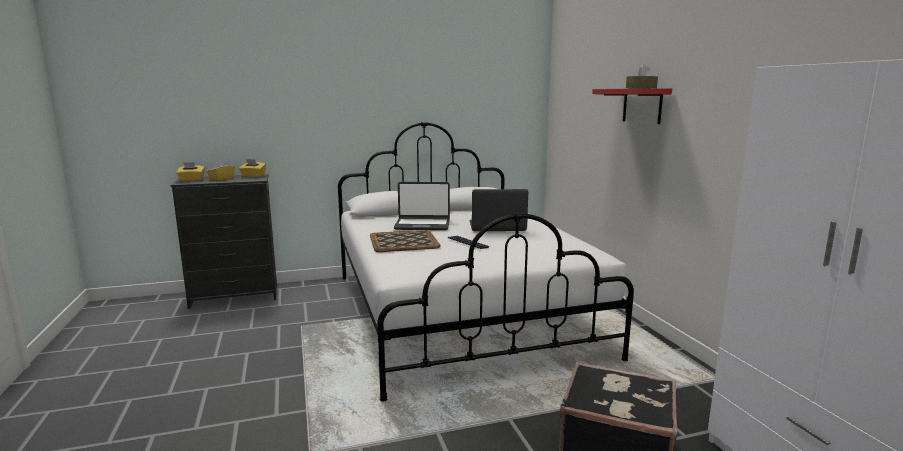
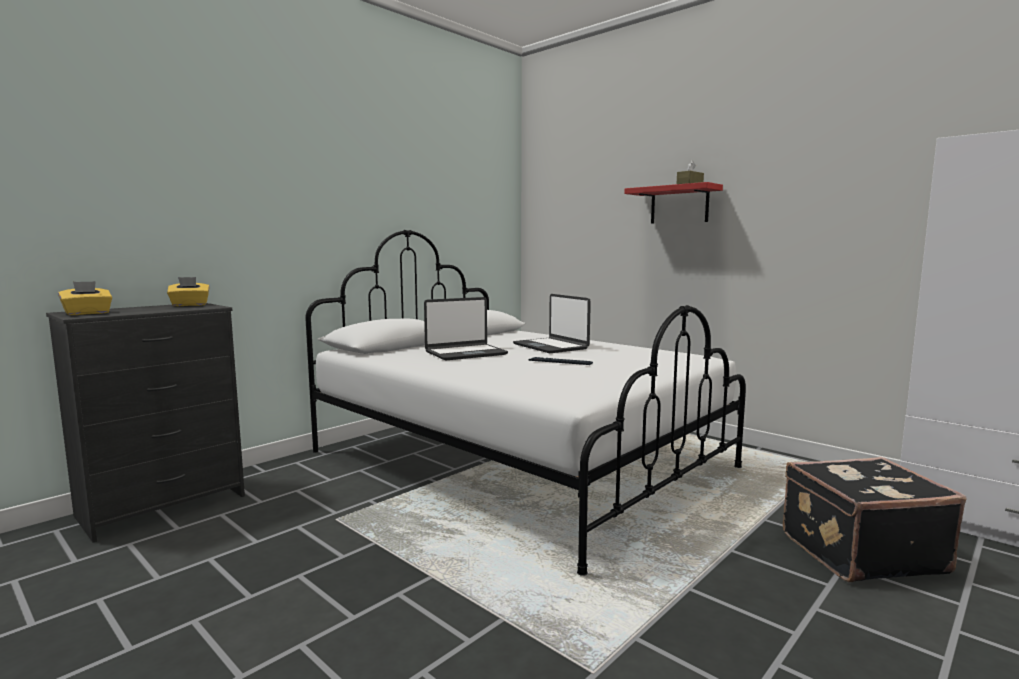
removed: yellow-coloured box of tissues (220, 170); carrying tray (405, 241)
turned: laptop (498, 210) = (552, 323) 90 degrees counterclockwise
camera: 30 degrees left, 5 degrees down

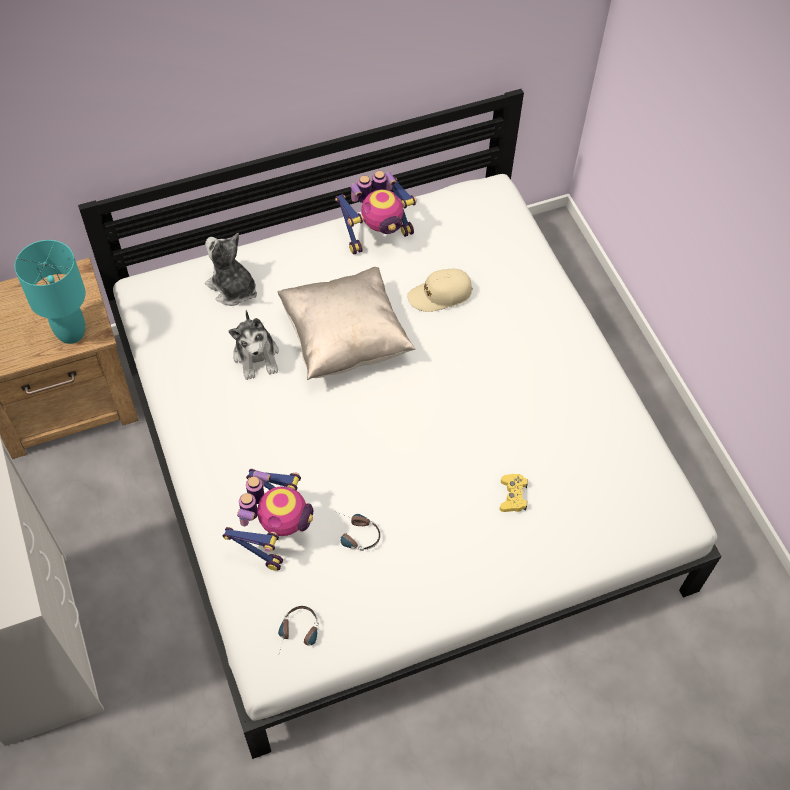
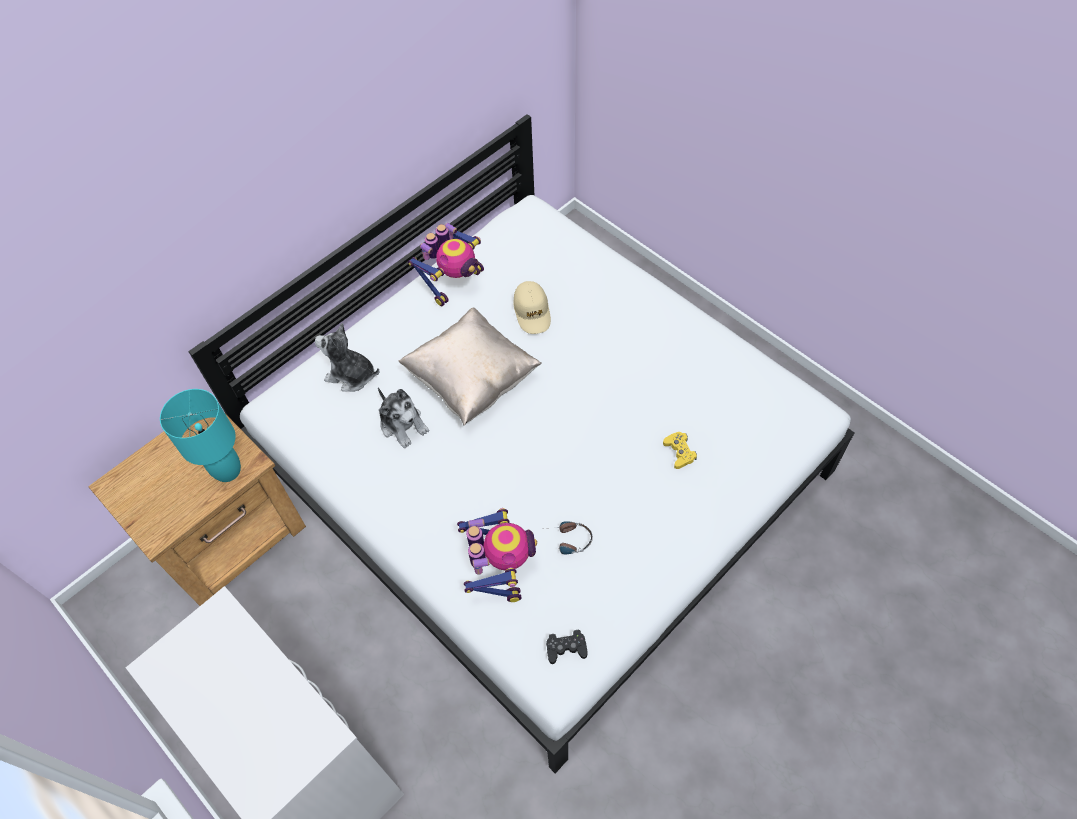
replaced: headset (298, 631) to blackish gamepad (567, 646)
turned: beige baseball cap (440, 290) = (532, 307) 60 degrees counterclockwise
camera: 20 degrees left, 0 degrees up

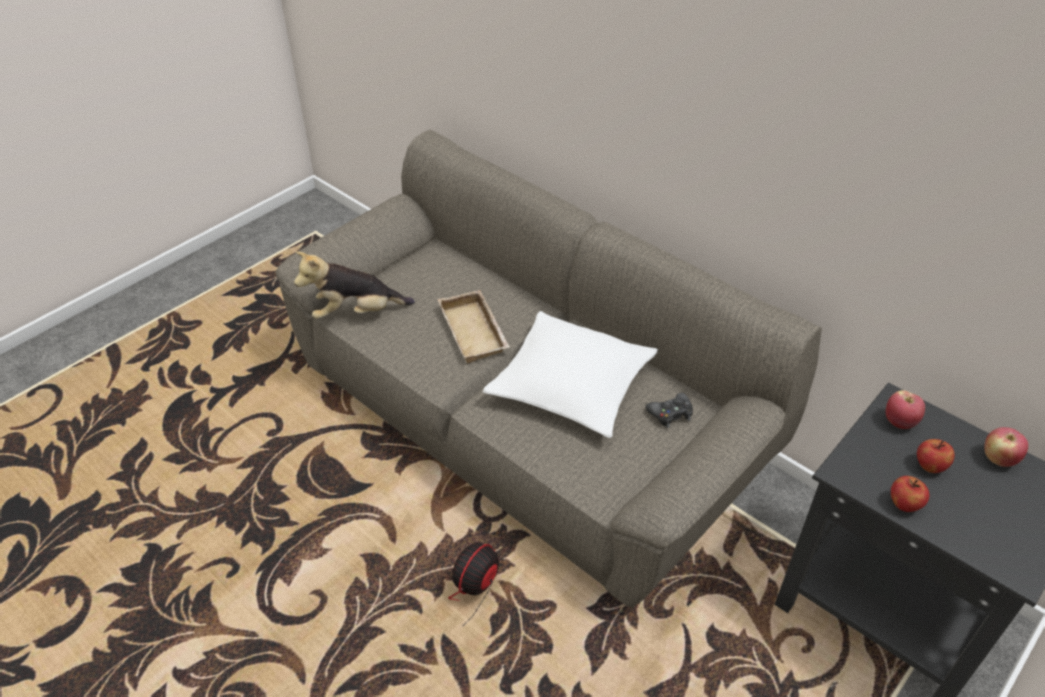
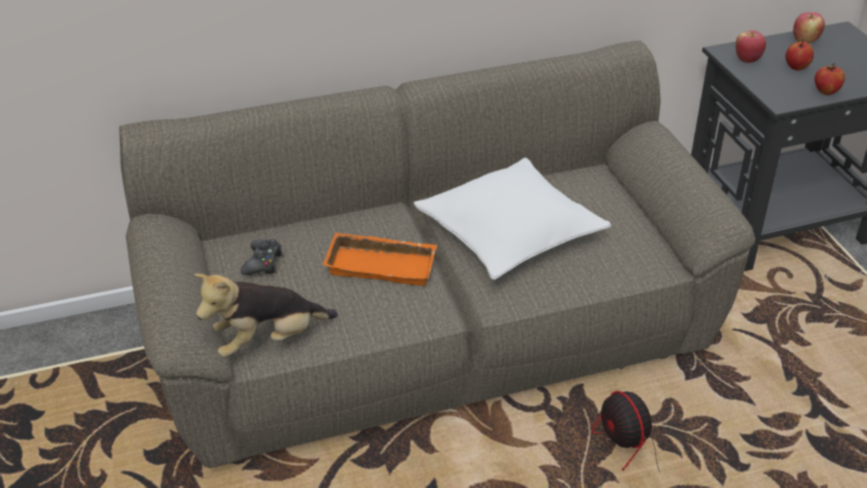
moved: blackish gamepad (669, 410) to (261, 256)
recoloured: beige carrying tray (474, 326) to orange-coloured carrying tray (380, 259)
turned: soft toy (354, 285) = (266, 315) 45 degrees clockwise
camera: 60 degrees left, 5 degrees down

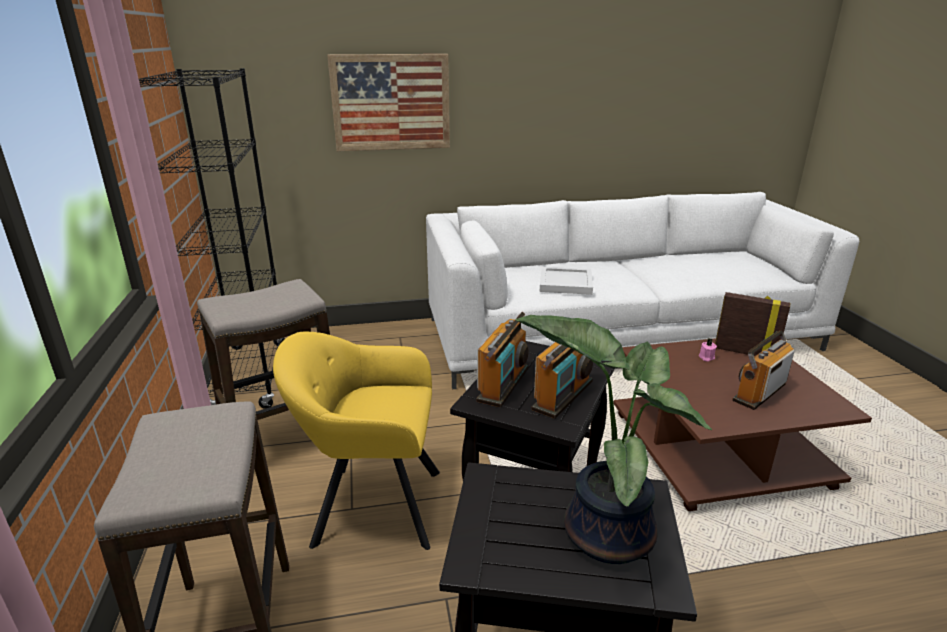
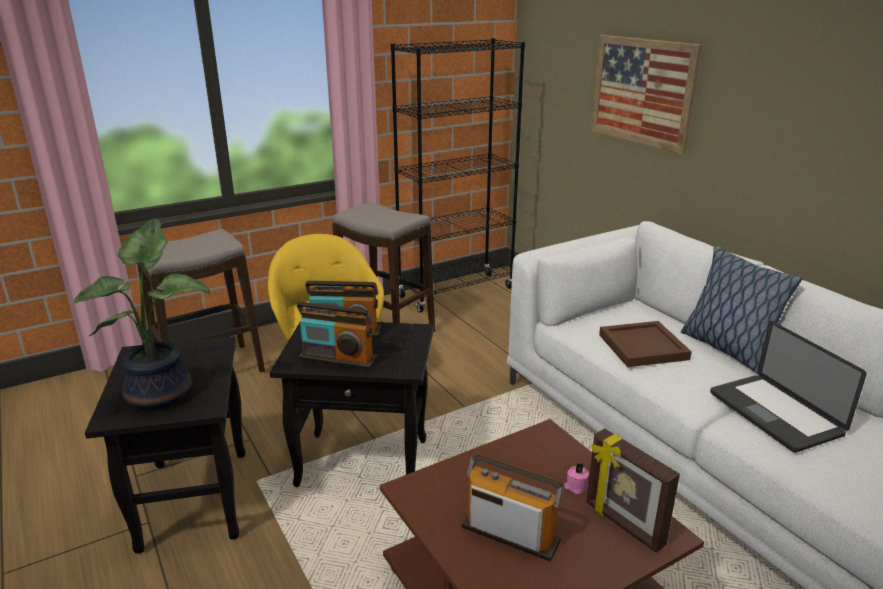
added: pillow (741, 310); laptop (788, 387)
recoloured: white carrying tray (566, 281) to brownish carrying tray (645, 344)
turned: picture frame (752, 324) = (633, 490) 135 degrees clockwise
camera: 70 degrees right, 0 degrees up

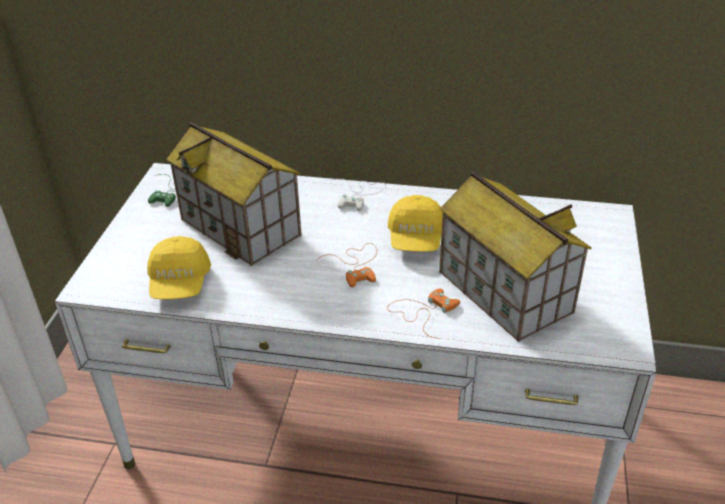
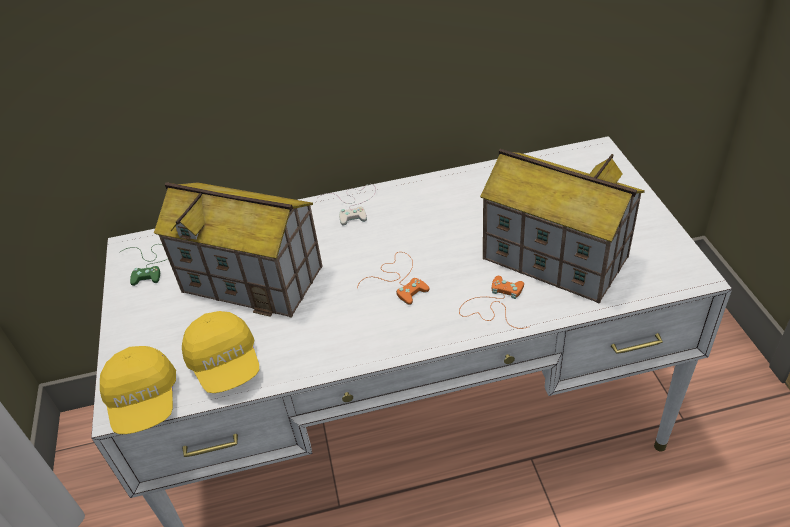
moved: yellow-coloured baseball cap (415, 223) to (138, 390)
camera: 20 degrees left, 5 degrees up

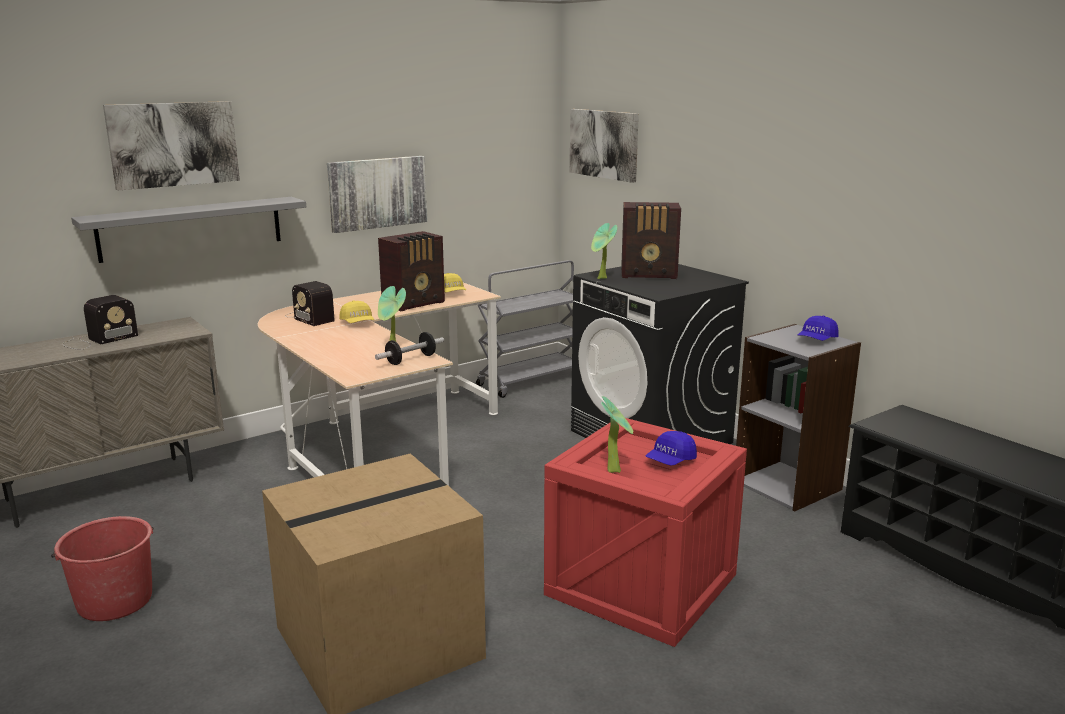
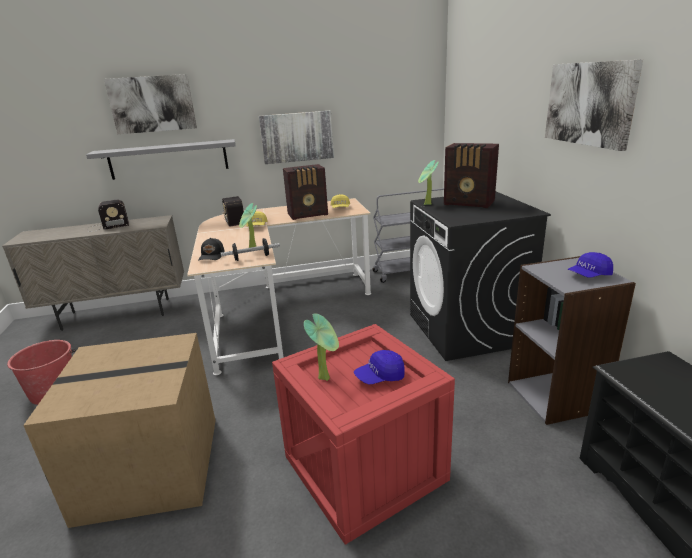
added: blackish baseball cap (211, 249)
moved: picture (604, 146) to (594, 105)
camera: 25 degrees right, 5 degrees up

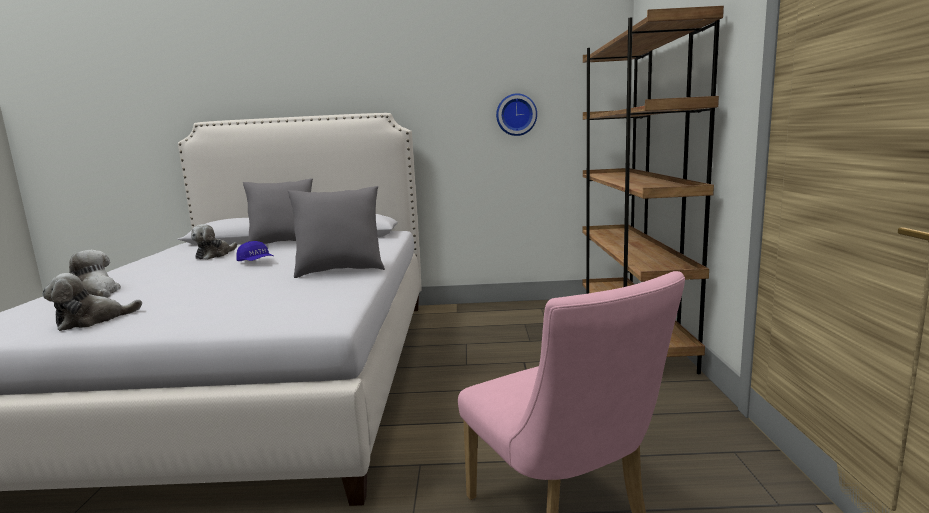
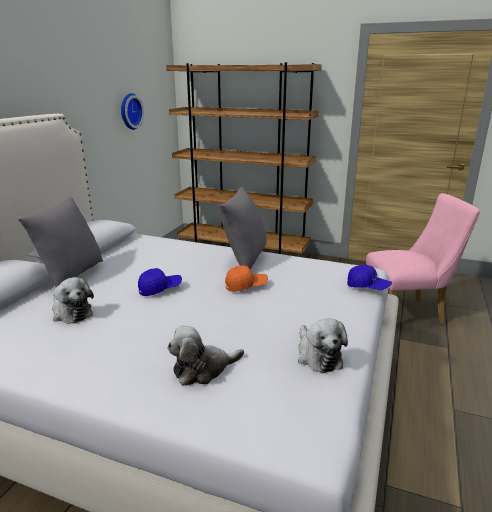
added: orange-coloured baseball cap (246, 278); bluish baseball cap (369, 277)
camera: 70 degrees left, 10 degrees up

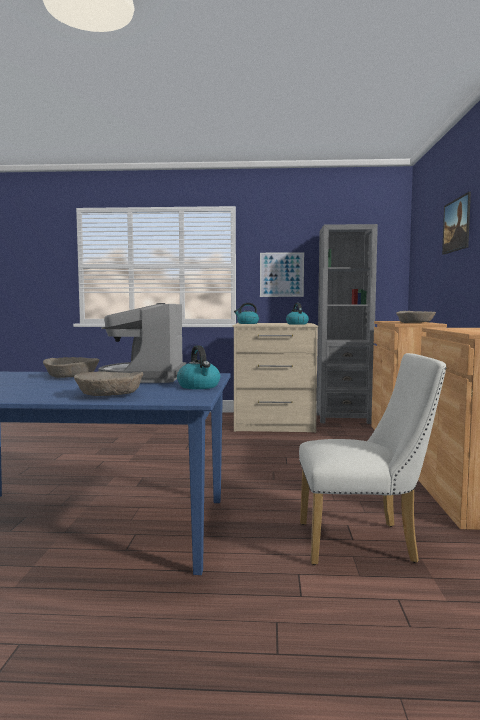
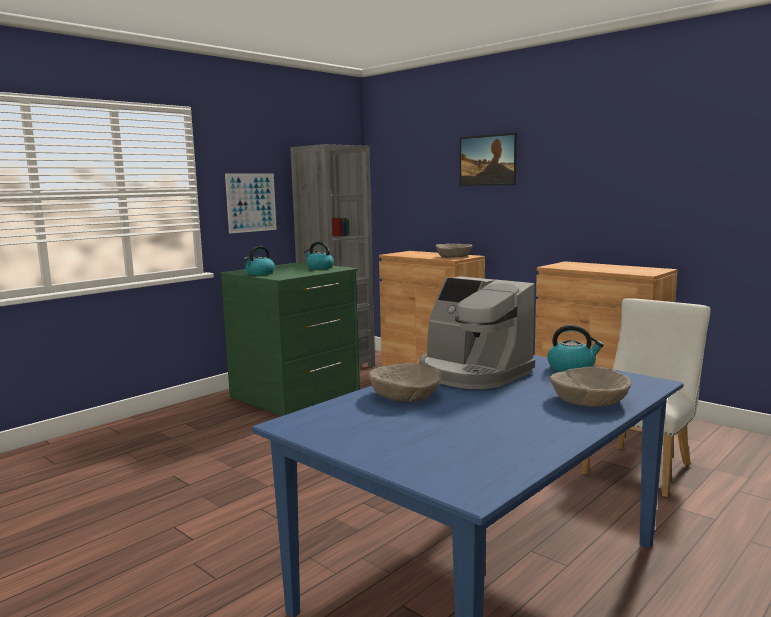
recoloured: beige drawer chest (275, 378) to greenish drawer chest (290, 339)
camera: 50 degrees left, 5 degrees up

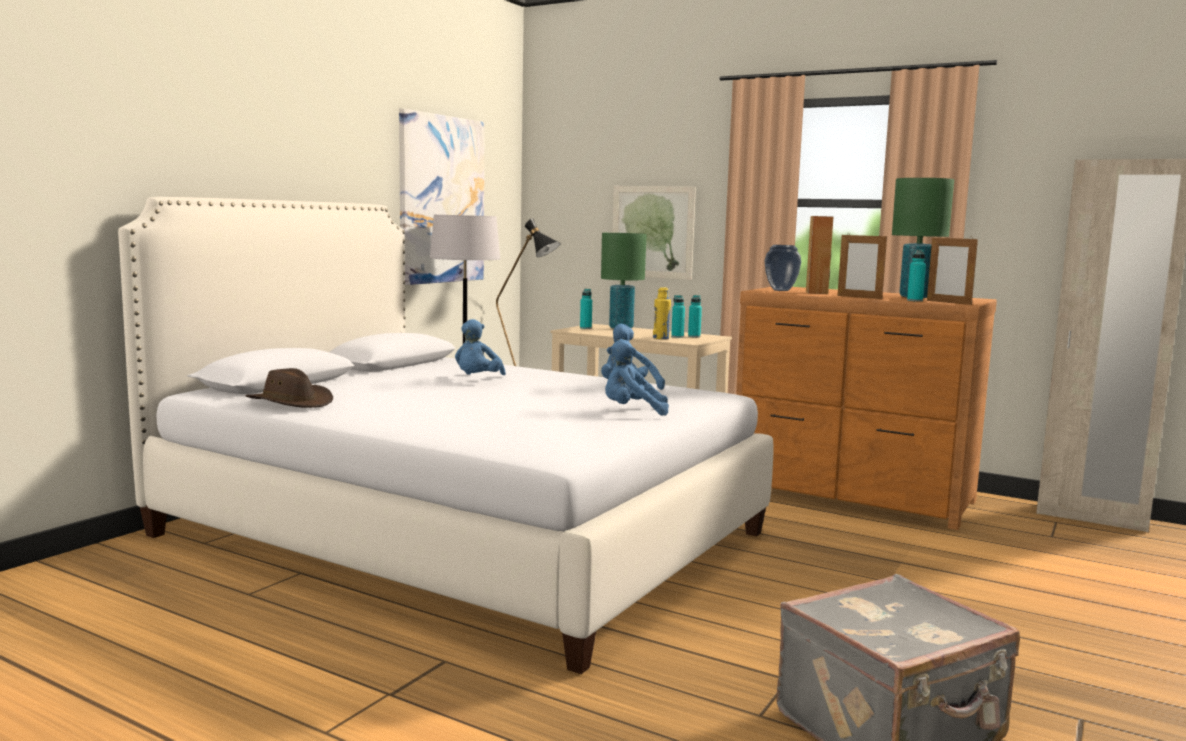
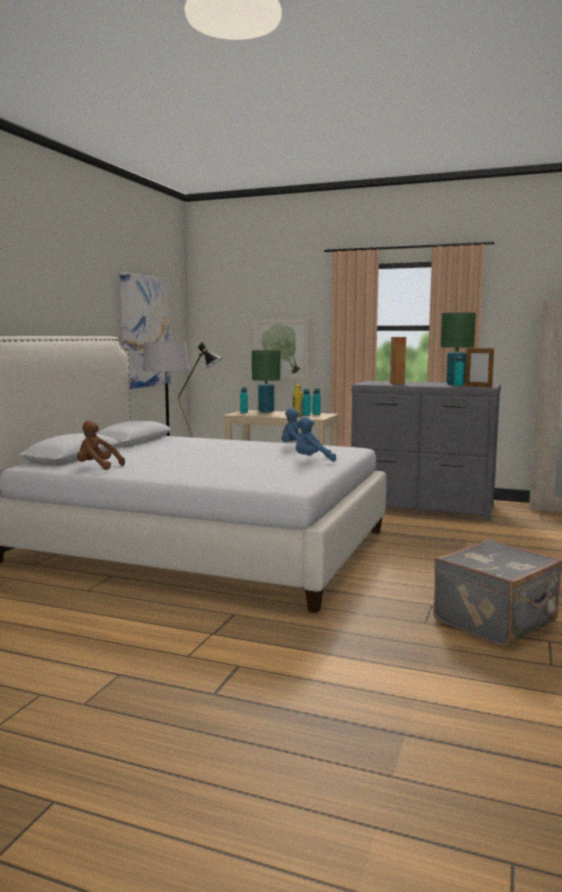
removed: bluish soft toy (480, 347); flower vase (783, 268); picture frame (862, 266)
replaced: brownish hat (289, 388) to brownish soft toy (101, 445)
recoloured: brownish drawer chest (866, 408) to greyish drawer chest (426, 451)
camera: 10 degrees left, 0 degrees up

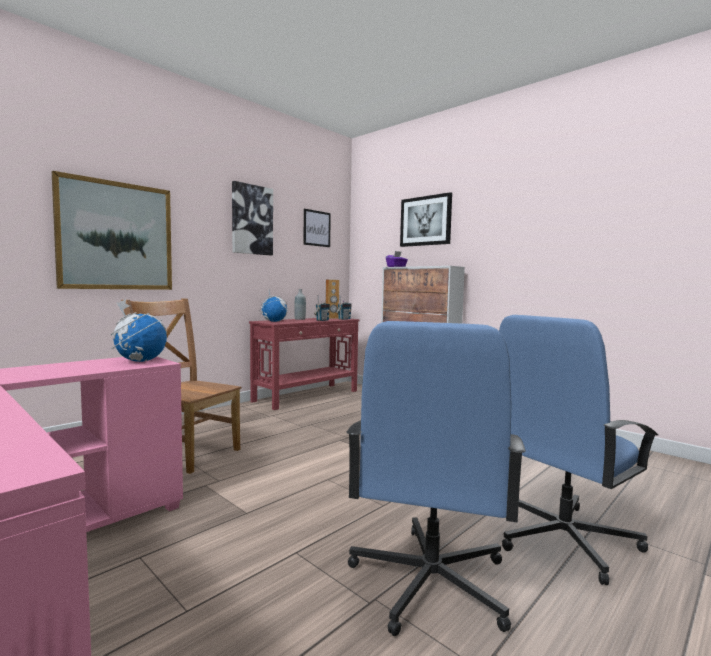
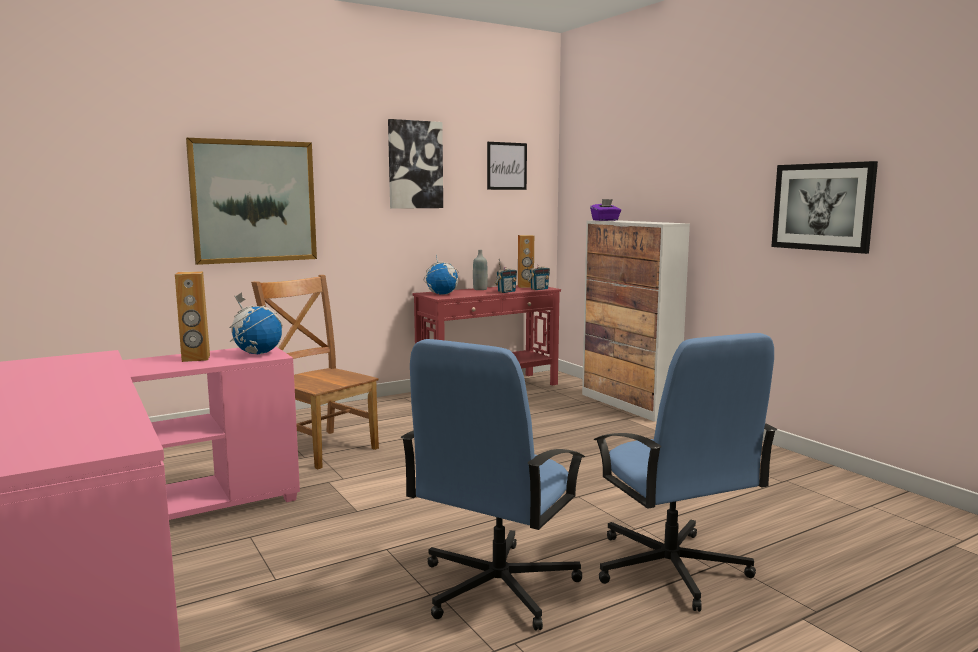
added: brownish audio speaker (192, 316)
moved: picture (426, 219) to (824, 207)
turned: bluish office chair (578, 450) = (685, 472) 90 degrees counterclockwise
camera: 15 degrees right, 5 degrees up

